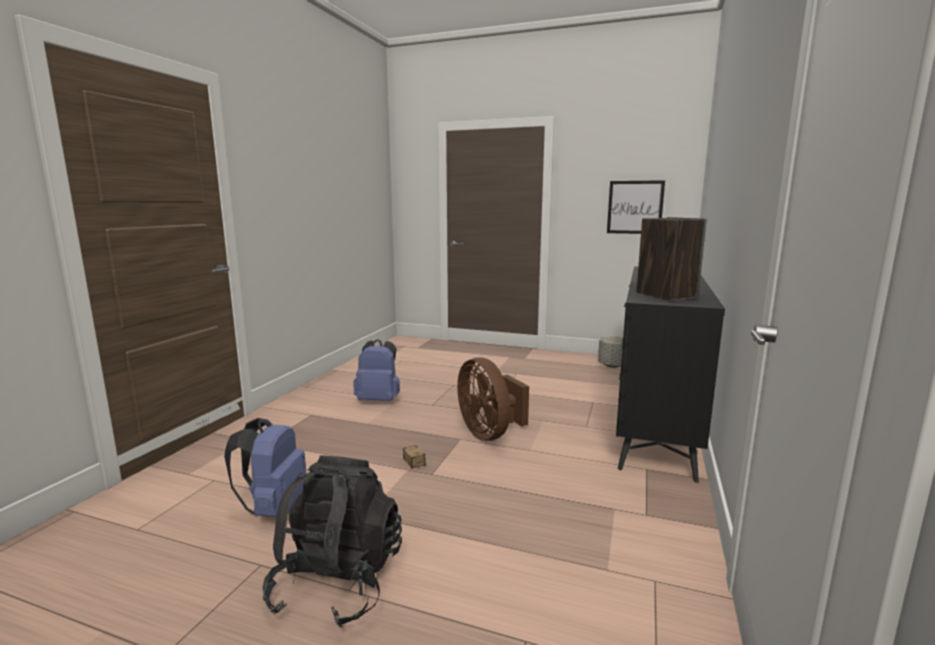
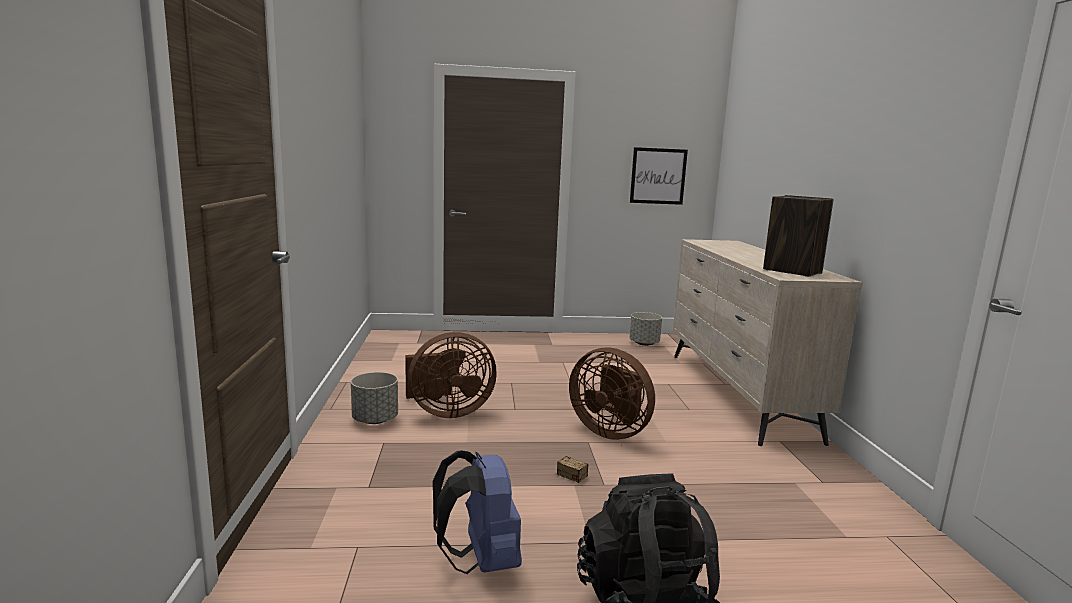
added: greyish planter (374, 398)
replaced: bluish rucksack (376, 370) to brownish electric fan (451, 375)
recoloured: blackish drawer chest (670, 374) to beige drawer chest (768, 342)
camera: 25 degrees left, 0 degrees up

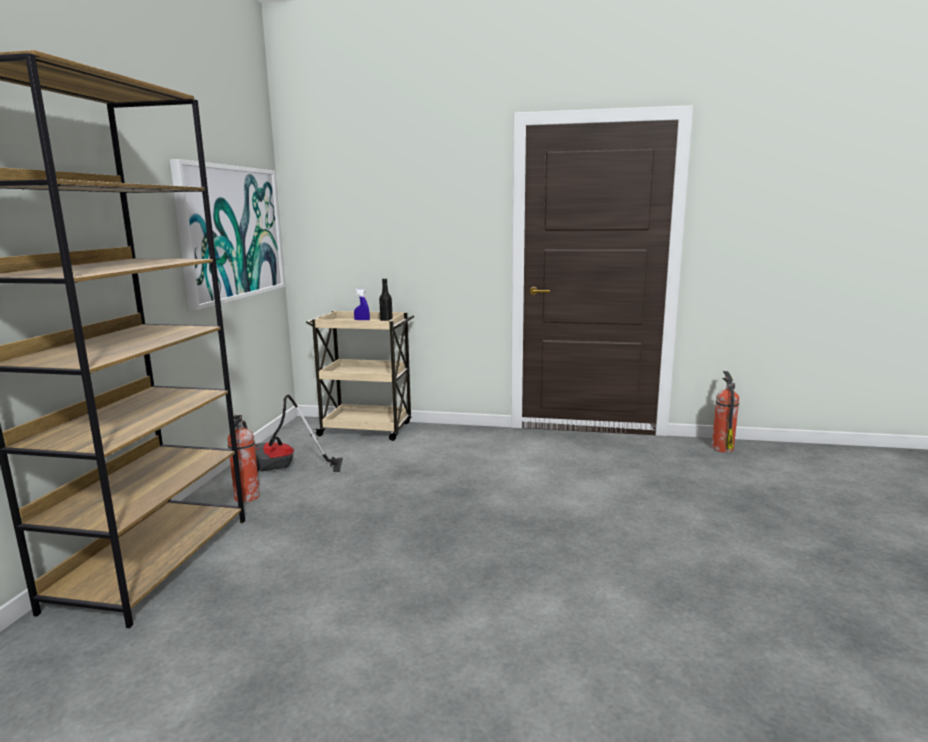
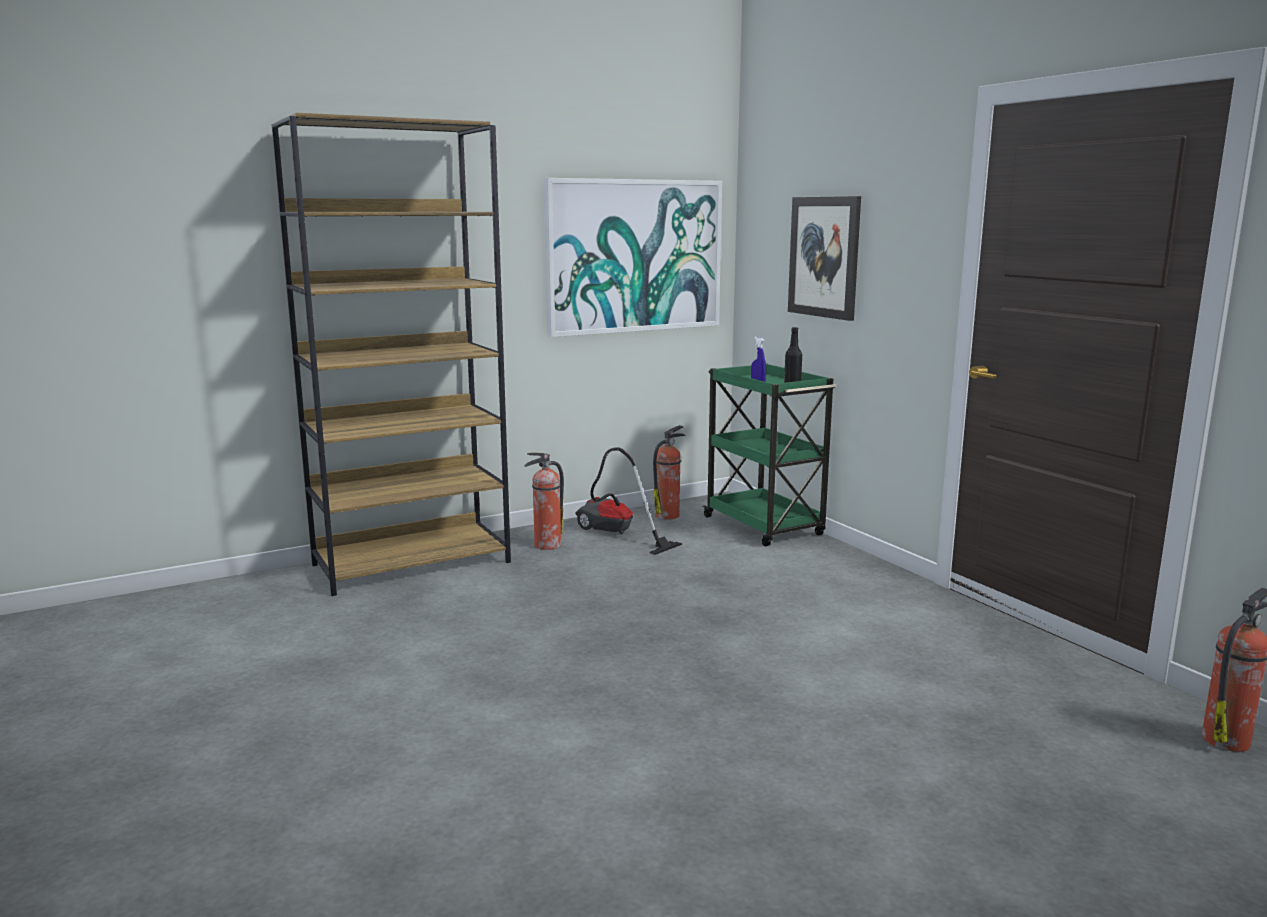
added: fire-fighting cylinder (669, 472); picture (824, 258)
recoloured: beige trolley (360, 376) to greenish trolley (769, 454)
camera: 50 degrees right, 0 degrees up

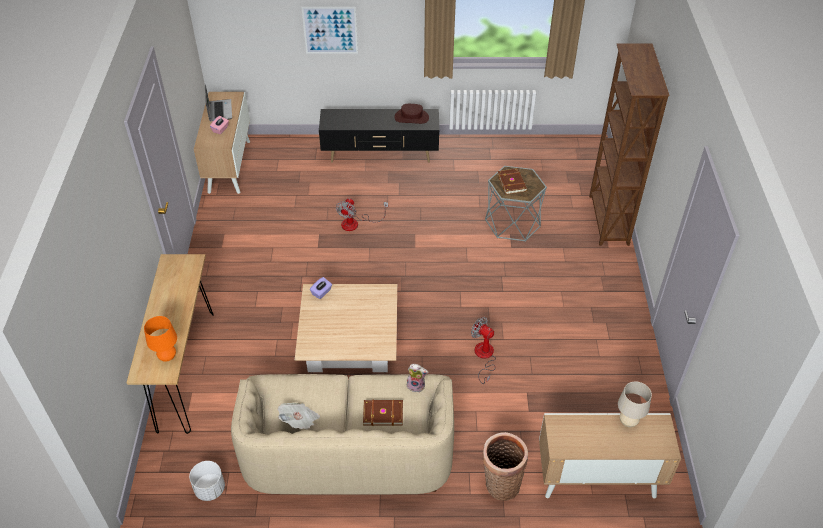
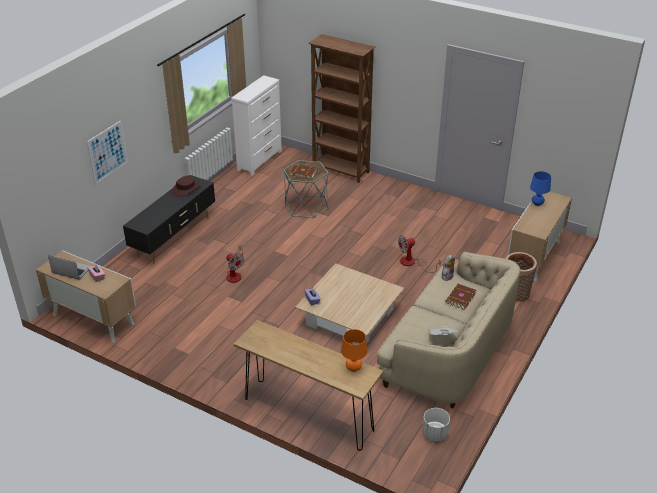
added: white drawer chest (256, 125)
recoloured: beige lamp for a table (635, 404) to bluish lamp for a table (540, 188)
camera: 60 degrees left, 10 degrees down

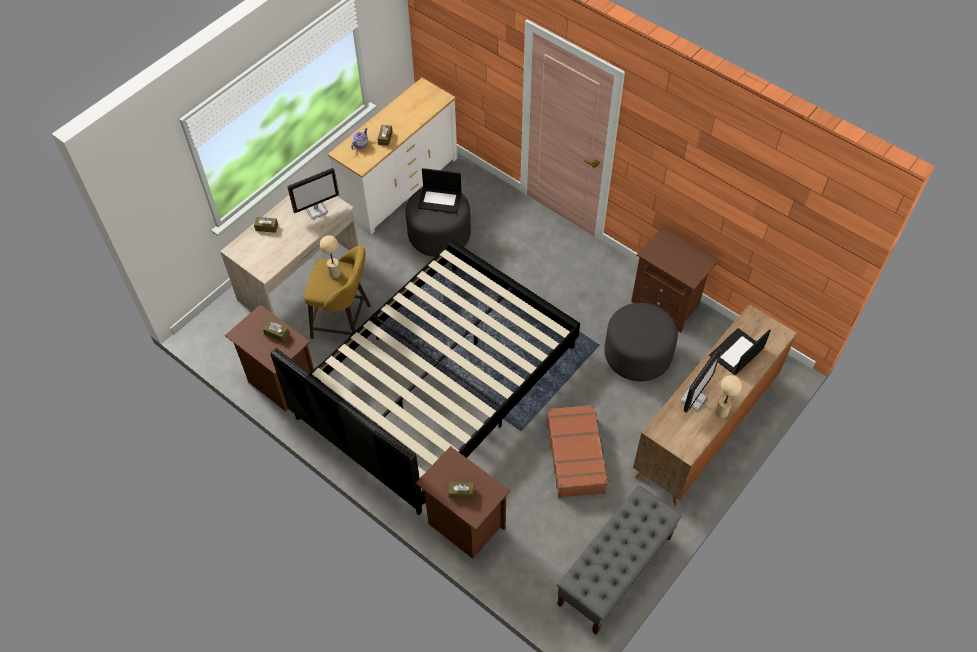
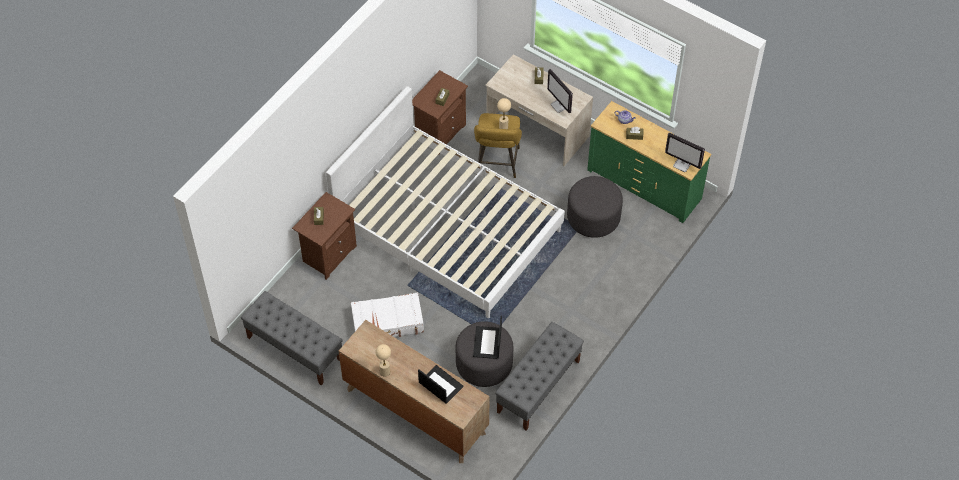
moved: laptop (440, 190) to (487, 337); monitor (701, 381) to (685, 152)
replaced: brownish bedside table (675, 280) to greyish bench (539, 376)
recoloured: blackish bed (425, 377) to white bed (445, 202); brownish travel case (578, 451) to white travel case (387, 314); white drawer chest (392, 156) to greenish drawer chest (649, 162)
camera: 85 degrees right, 0 degrees up

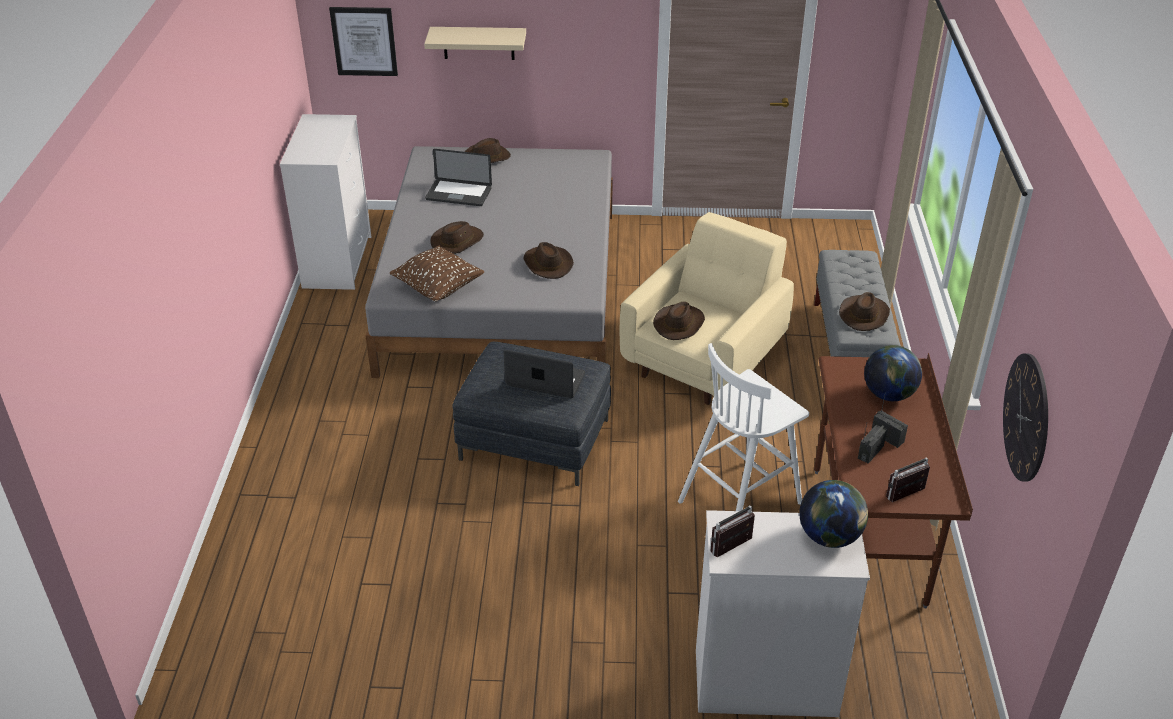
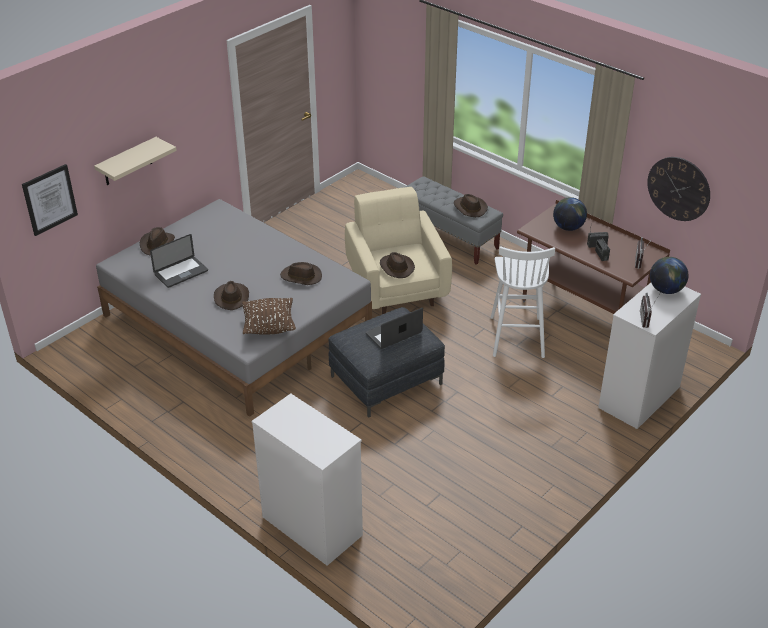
moved: white drawer chest (325, 202) to (307, 479)
camera: 50 degrees left, 0 degrees up

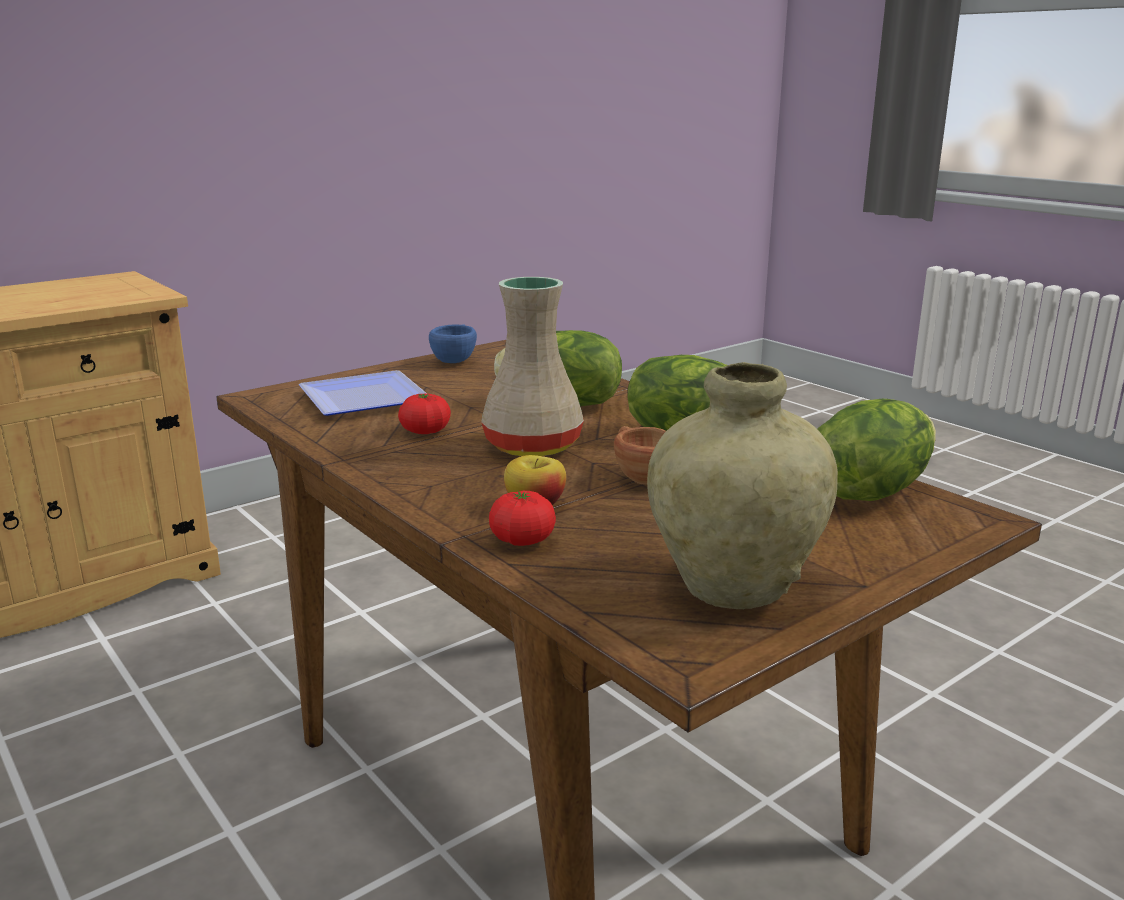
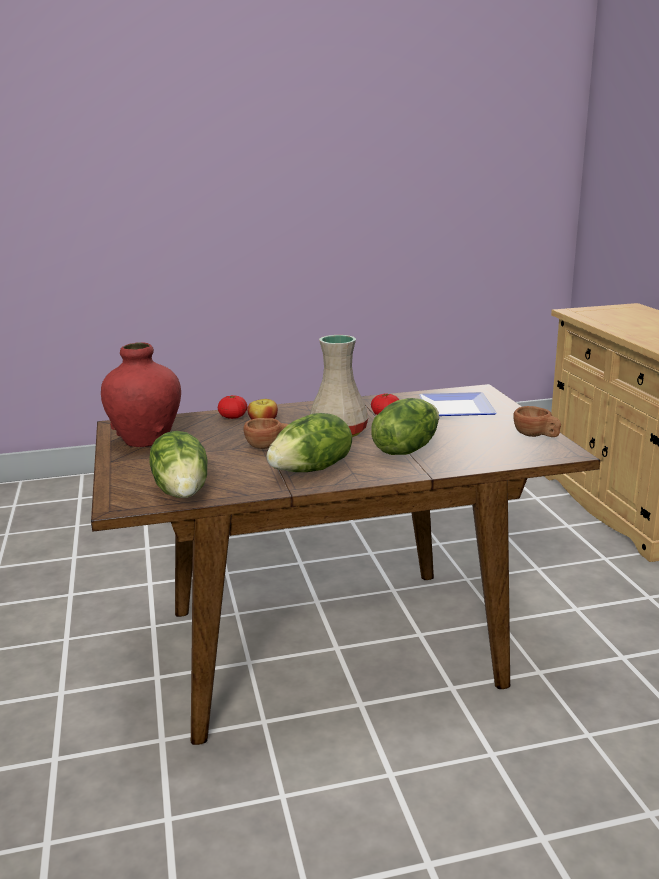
recoloured: beige flower vase (742, 485) to red flower vase (141, 394); bluish cup (453, 343) to brownish cup (537, 421)
camera: 115 degrees right, 0 degrees up

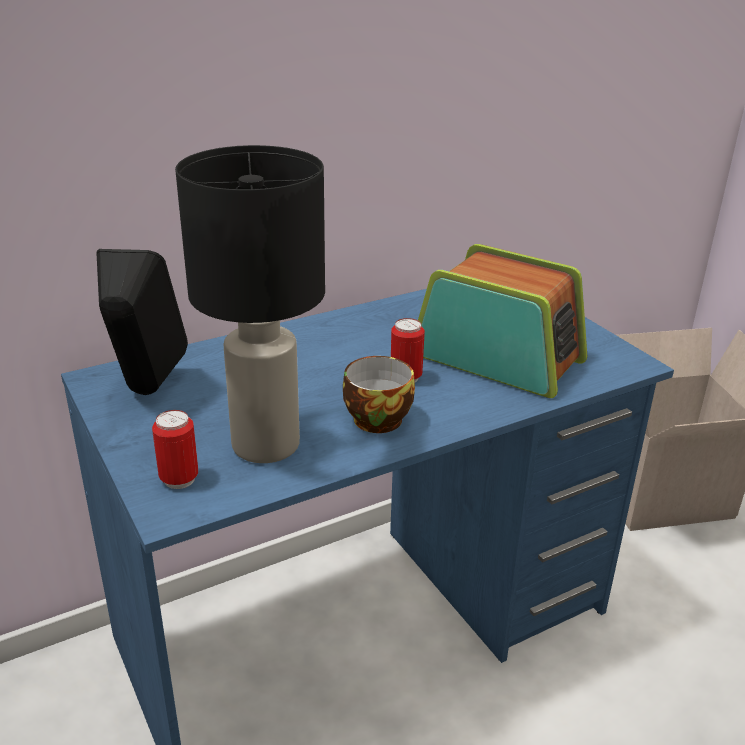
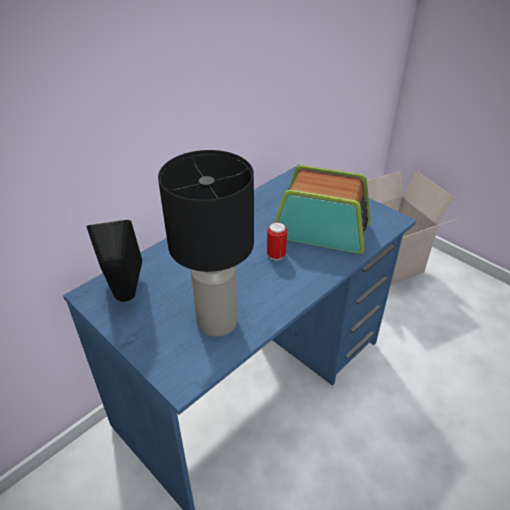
removed: metal can (175, 449); cup (379, 394)
camera: 15 degrees left, 10 degrees up

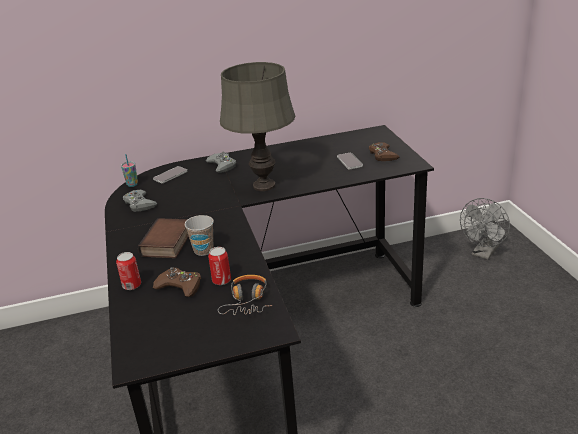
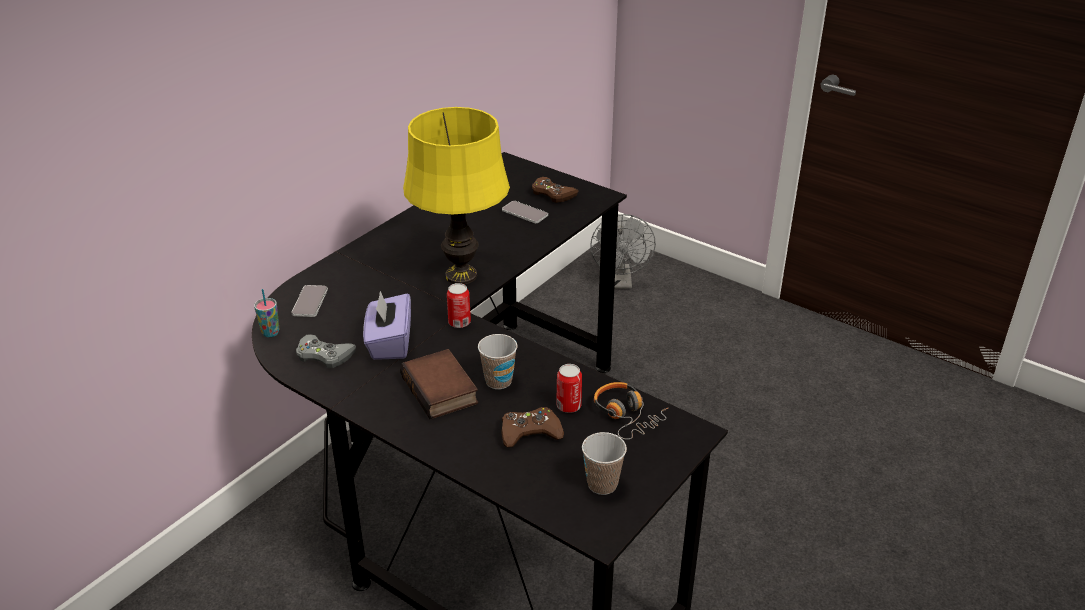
removed: greyish gamepad (221, 162)
added: purple box of tissues (387, 325); cup (604, 463)
moved: metal can (128, 271) to (459, 305)
recoloured: greyish lamp for a table (258, 126) to yellow-coloured lamp for a table (456, 195)
camera: 40 degrees left, 5 degrees up

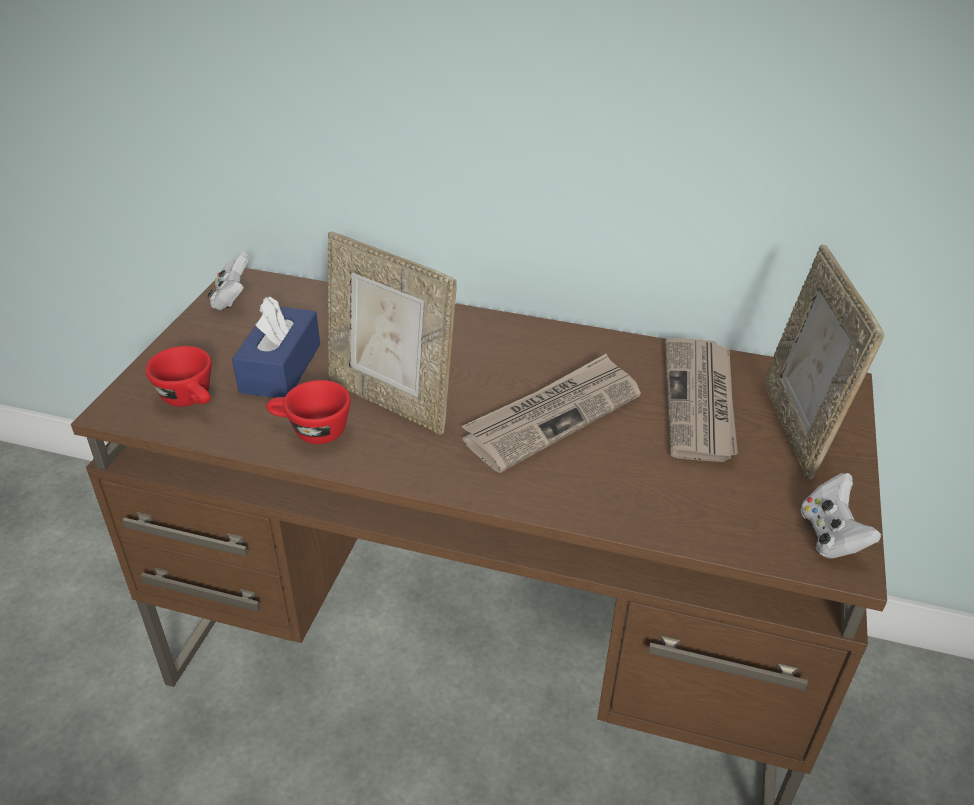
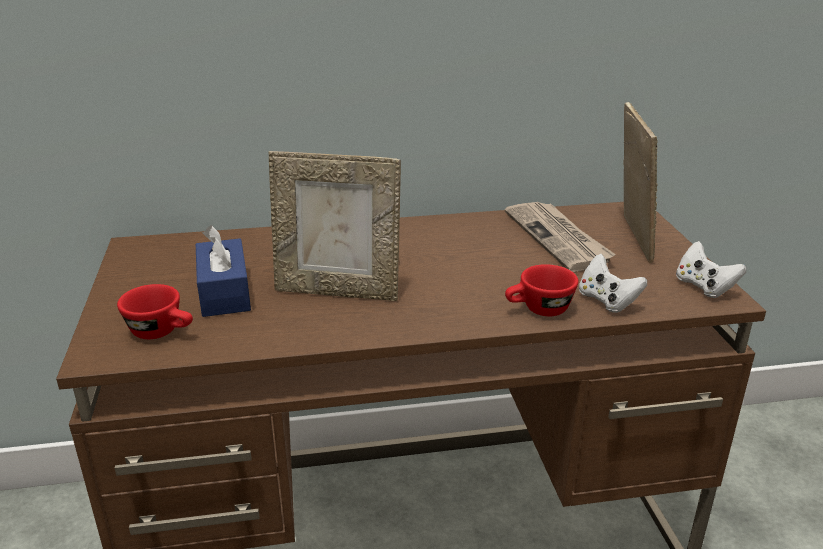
removed: printed paper (551, 413)
moved: red cup (308, 412) to (541, 290); white gamepad (229, 281) to (613, 283)
turned: picture frame (824, 361) = (640, 182) 150 degrees counterclockwise
camera: 25 degrees left, 10 degrees down

